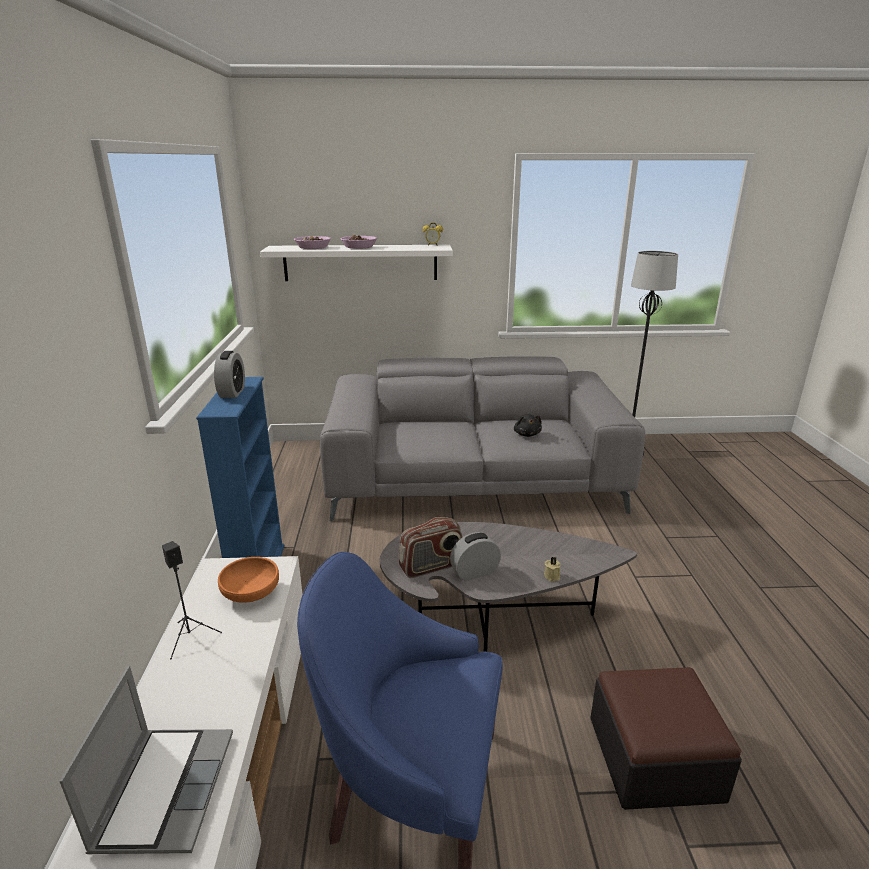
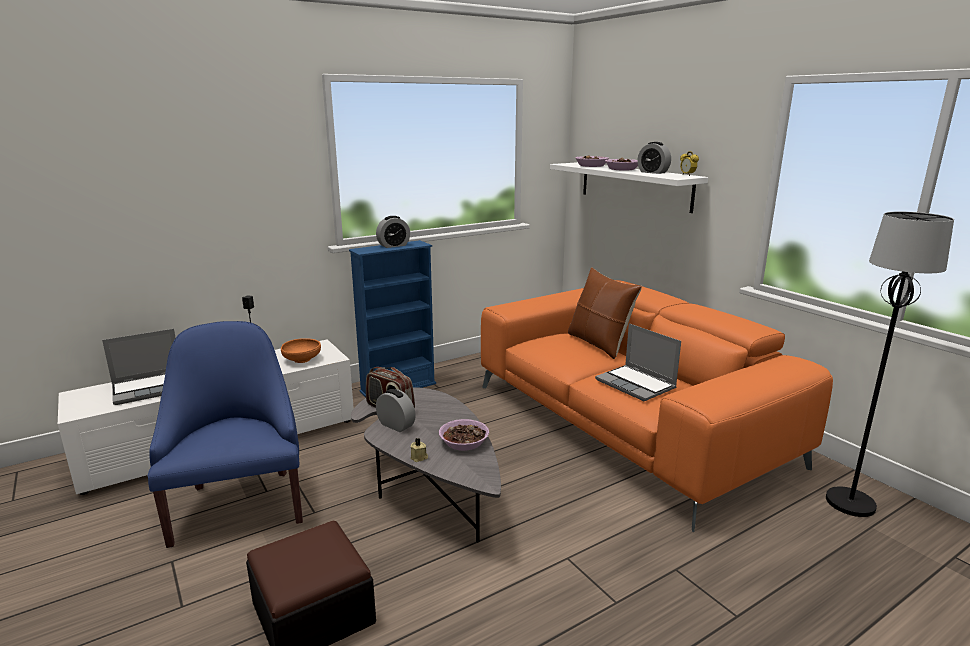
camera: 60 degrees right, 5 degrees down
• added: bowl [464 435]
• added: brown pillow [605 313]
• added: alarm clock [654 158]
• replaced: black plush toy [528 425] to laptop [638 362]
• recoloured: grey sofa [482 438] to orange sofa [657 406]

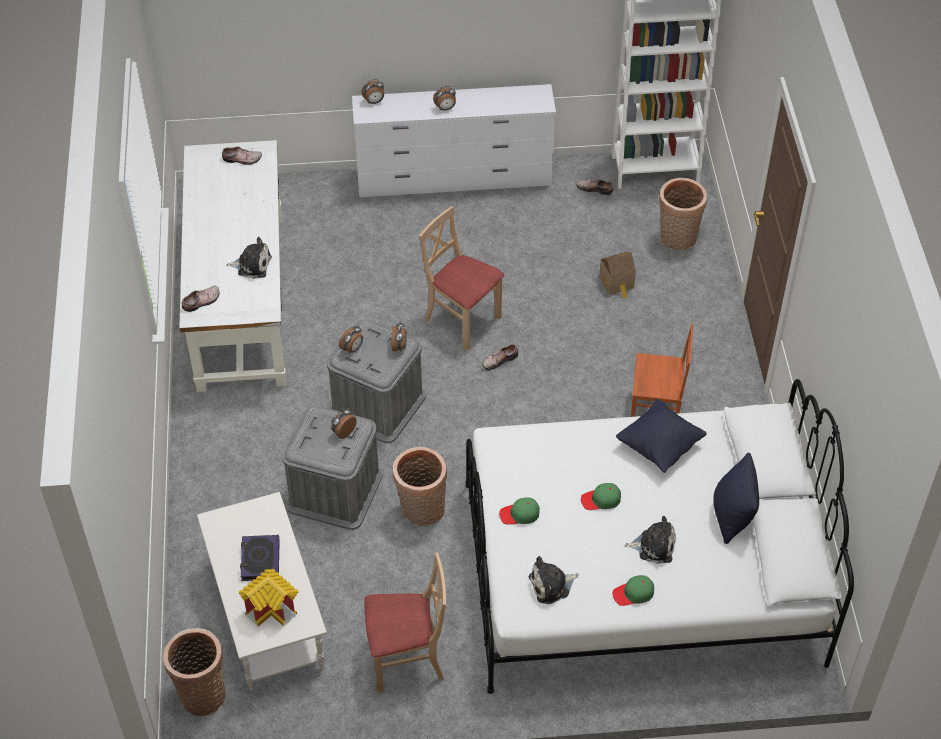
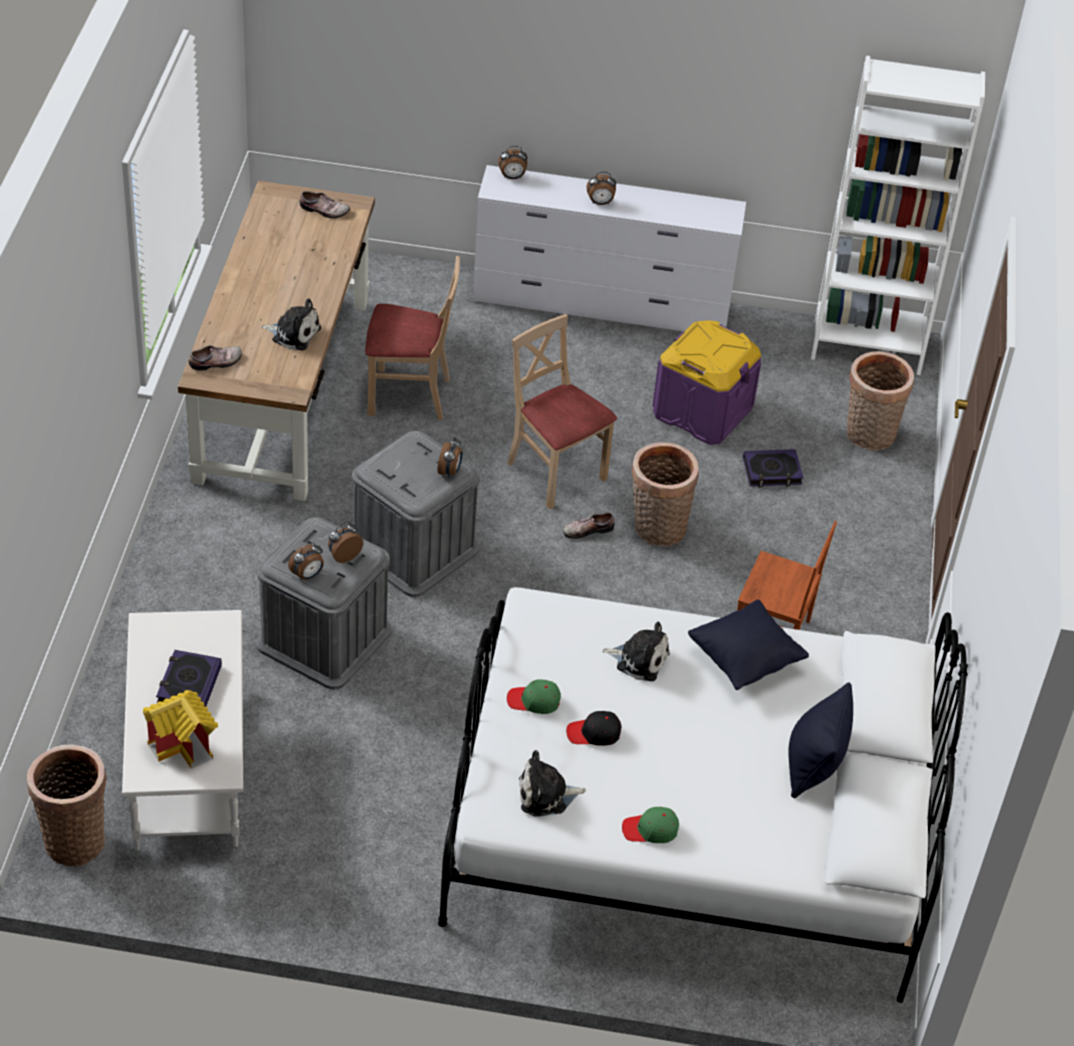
camera: 10 degrees right, 5 degrees down
• removed: shoe [595 187]
• removed: green cap [601 496]
• added: black cap [593 728]
• added: purple storage box [707 382]
• moved: alarm clock [351 339] to [306 561]
• moved: beige chair [405 623] to [412 338]
• moved: basket [420 486] to [665 494]
• moved: plush toy [650 540] to [636 651]
• replaced: toy house [617 275] to book [773 468]
• recoloured: white desk [232 266] to brown desk [276 341]

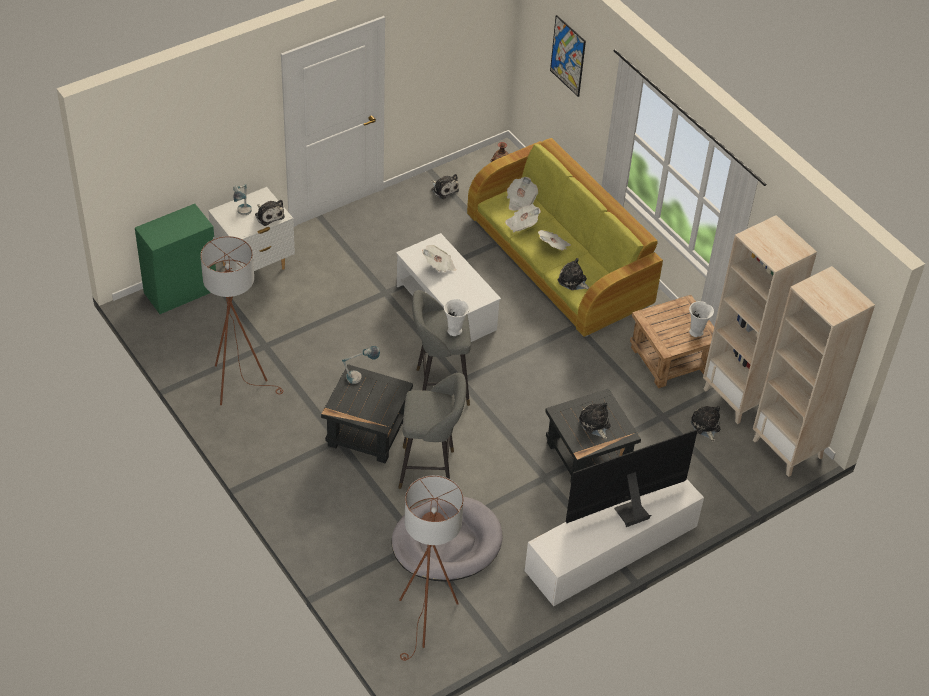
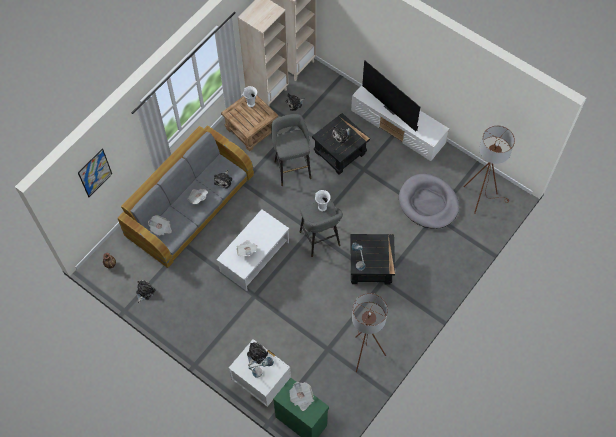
camera: 105 degrees left, 15 degrees up
• moved: grey stool [432 431] to [291 150]
• moved: newspaper [523 218] to [301 396]
• recoloured: green sofa [565 237] to grey sofa [186 196]

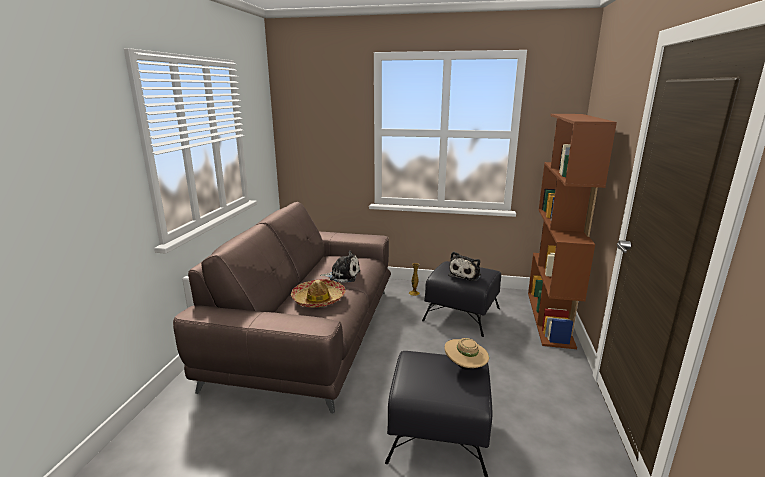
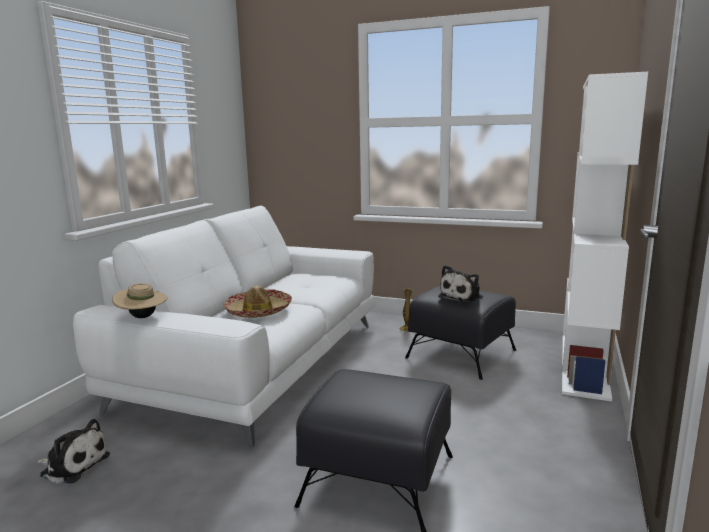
camera: 10 degrees right, 5 degrees down
• moved: plush toy [340 267] to [73 451]
• moved: beige hat [467 354] to [139 300]
• recoloured: brown sofa [282 308] to white sofa [225 326]
• recoloured: brown bookcase [572 231] to white bookcase [605 236]

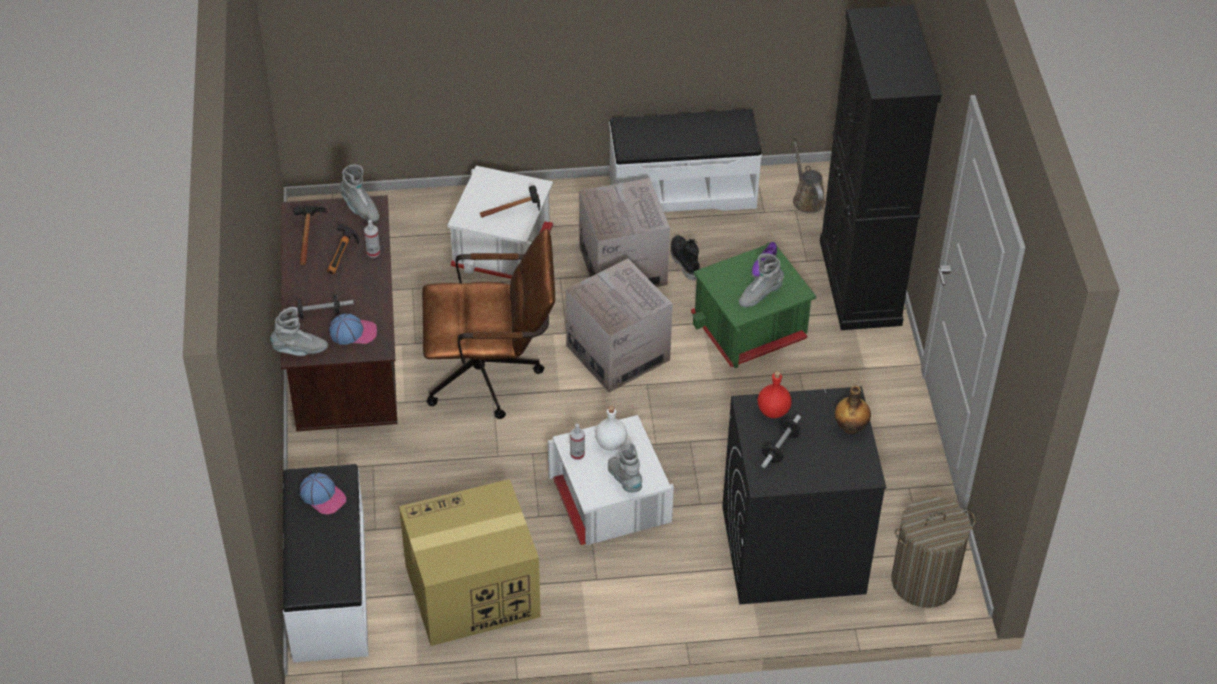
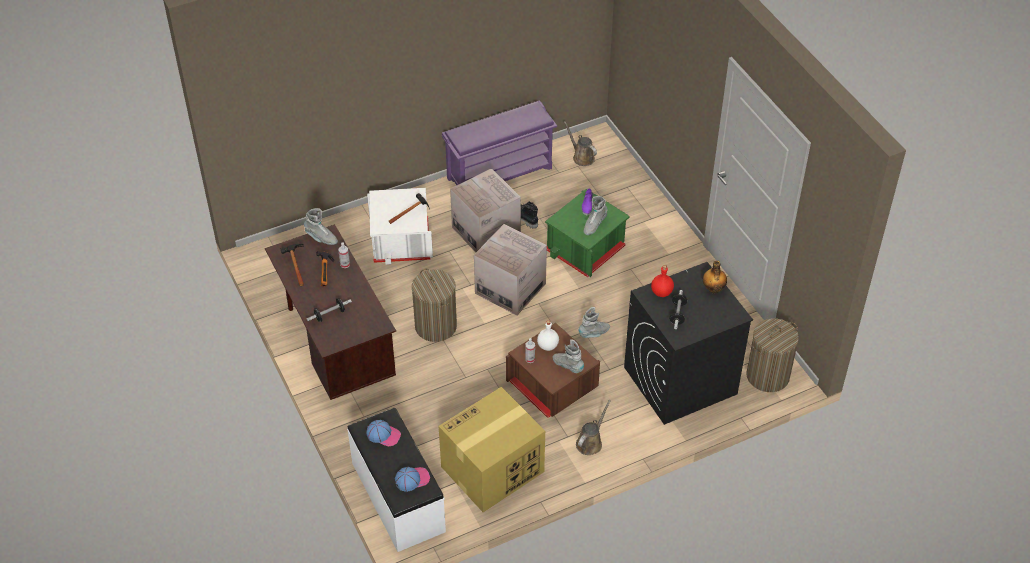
camera: 20 degrees left, 0 degrees up
• removed: black cabinet [881 167]
• added: brown watering can [593 427]
• moved: grey boot [299 331] to [594 322]
• moved: cap [353 329] to [412 479]
• replaced: brown office chair [488 324] to laundry basket [434 305]
• replaced: white bench [685 160] to purple shoe rack [499 142]
• recoloured: white storage box [611 480] to brown storage box [553 370]

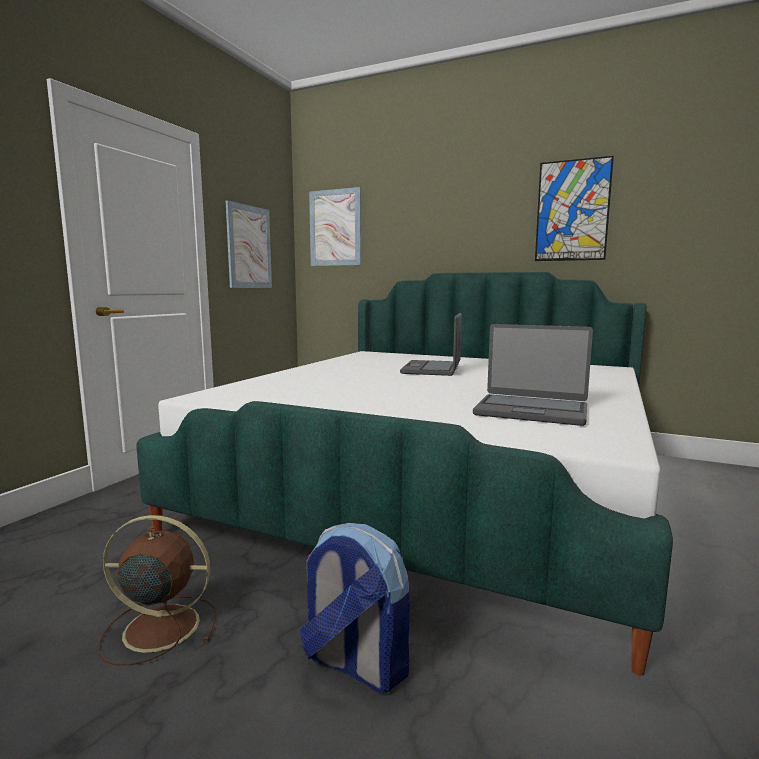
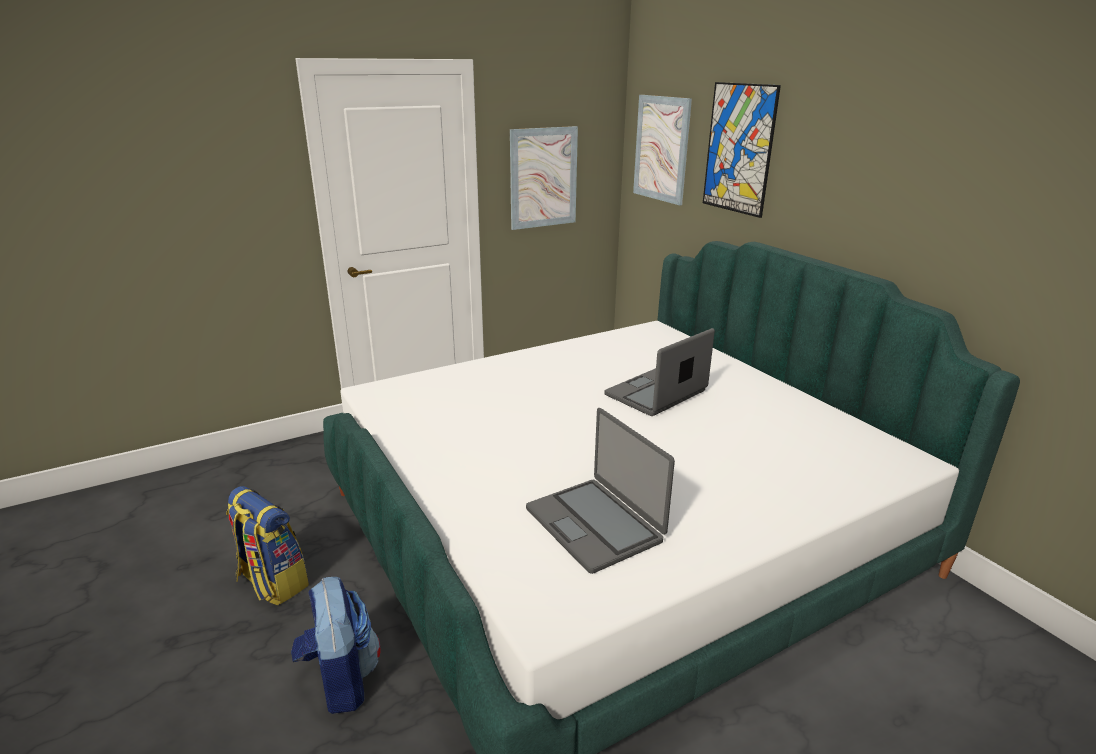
camera: 35 degrees right, 15 degrees up
• moved: picture [574 208] to [742 150]
• replaced: brown fan [157 590] to backpack [267 545]

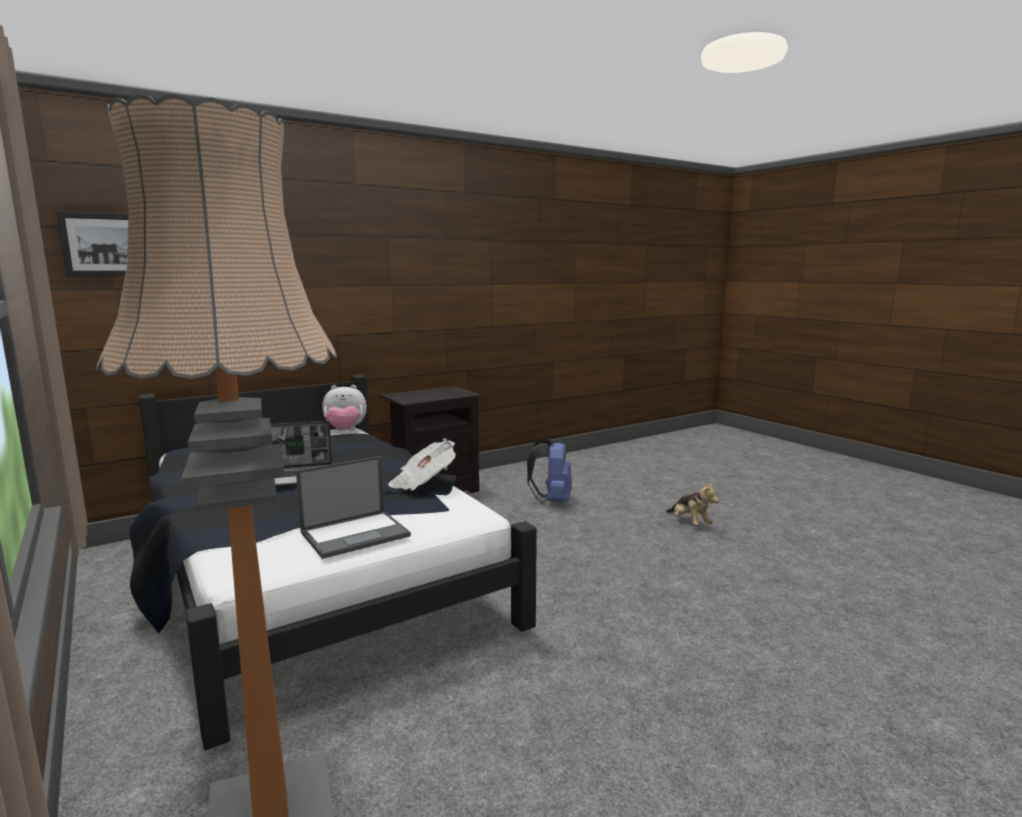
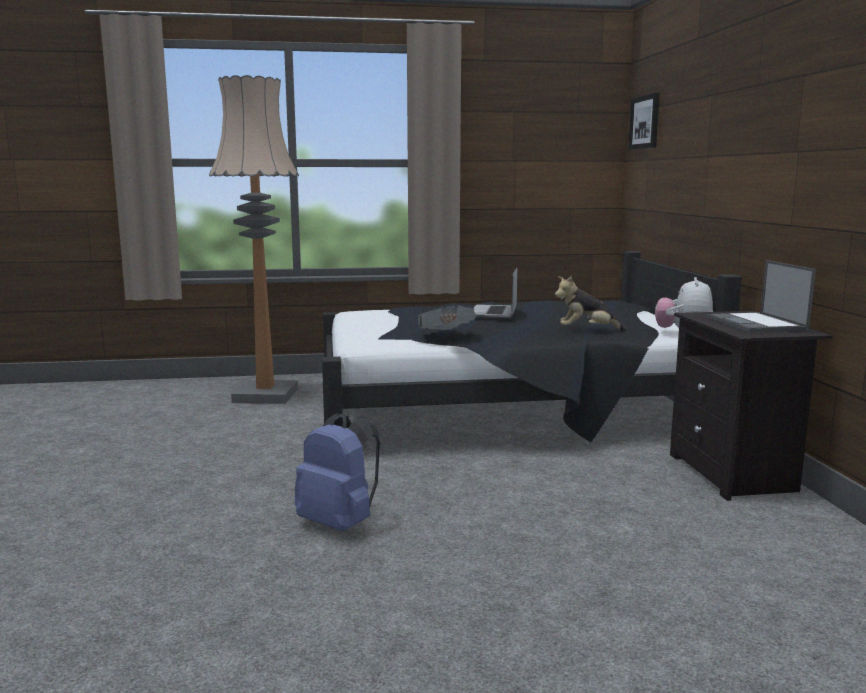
camera: 115 degrees right, 0 degrees up
• moved: laptop [353 507] to [761 296]
• moved: blue backpack [549 470] to [337 472]
• moved: plush toy [692 503] to [590 303]

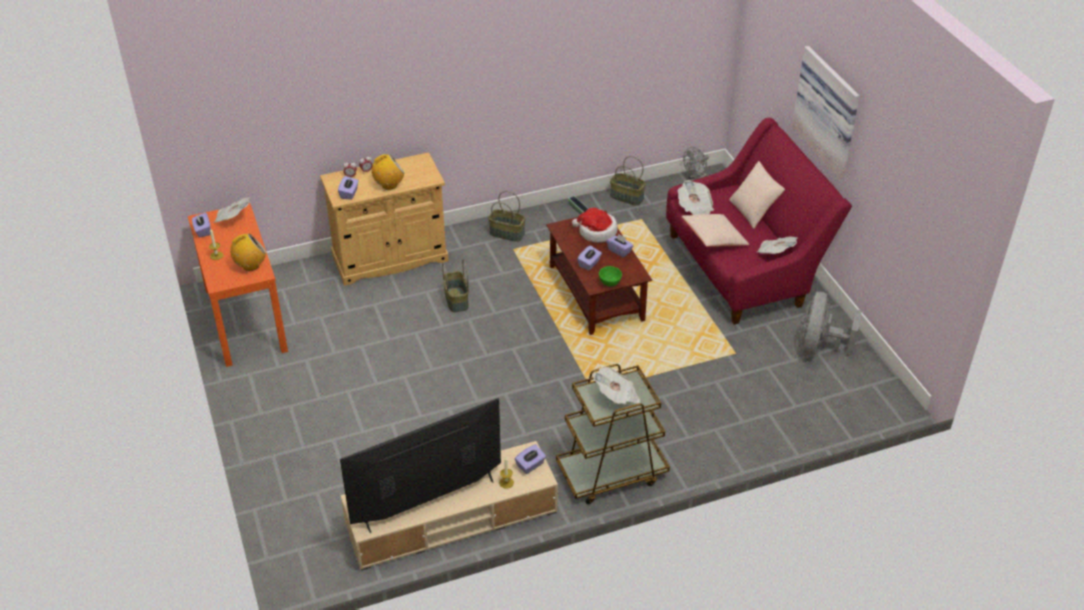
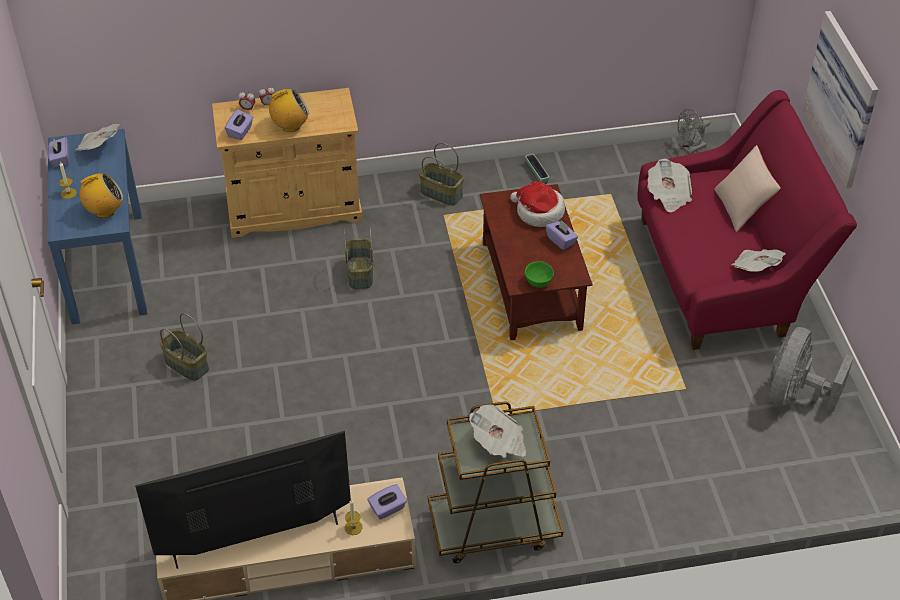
camera: 10 degrees right, 5 degrees up
• removed: purple tissue box [589 257]
• removed: beige pillow [715 230]
• moved: basket [628 181] to [184 347]
• recoloured: orange console table [238 285] to blue console table [97 227]

